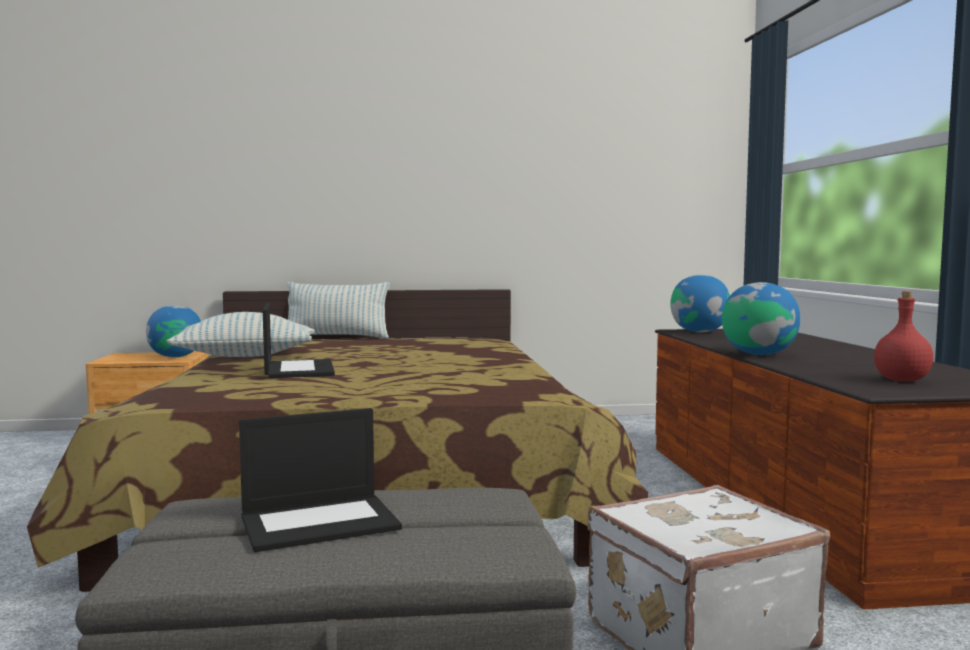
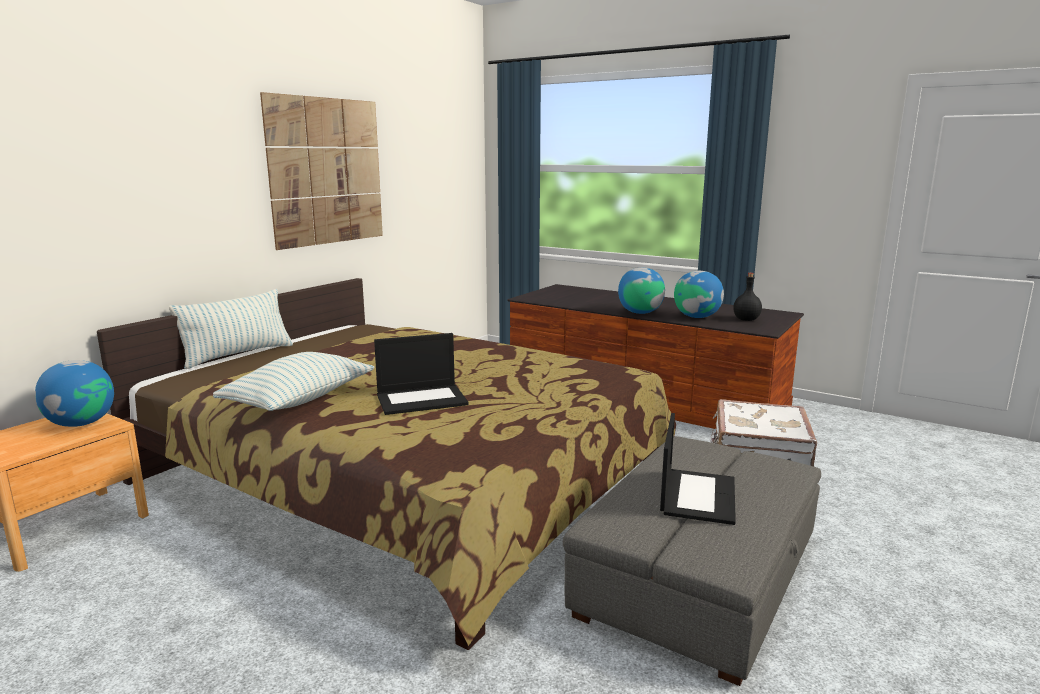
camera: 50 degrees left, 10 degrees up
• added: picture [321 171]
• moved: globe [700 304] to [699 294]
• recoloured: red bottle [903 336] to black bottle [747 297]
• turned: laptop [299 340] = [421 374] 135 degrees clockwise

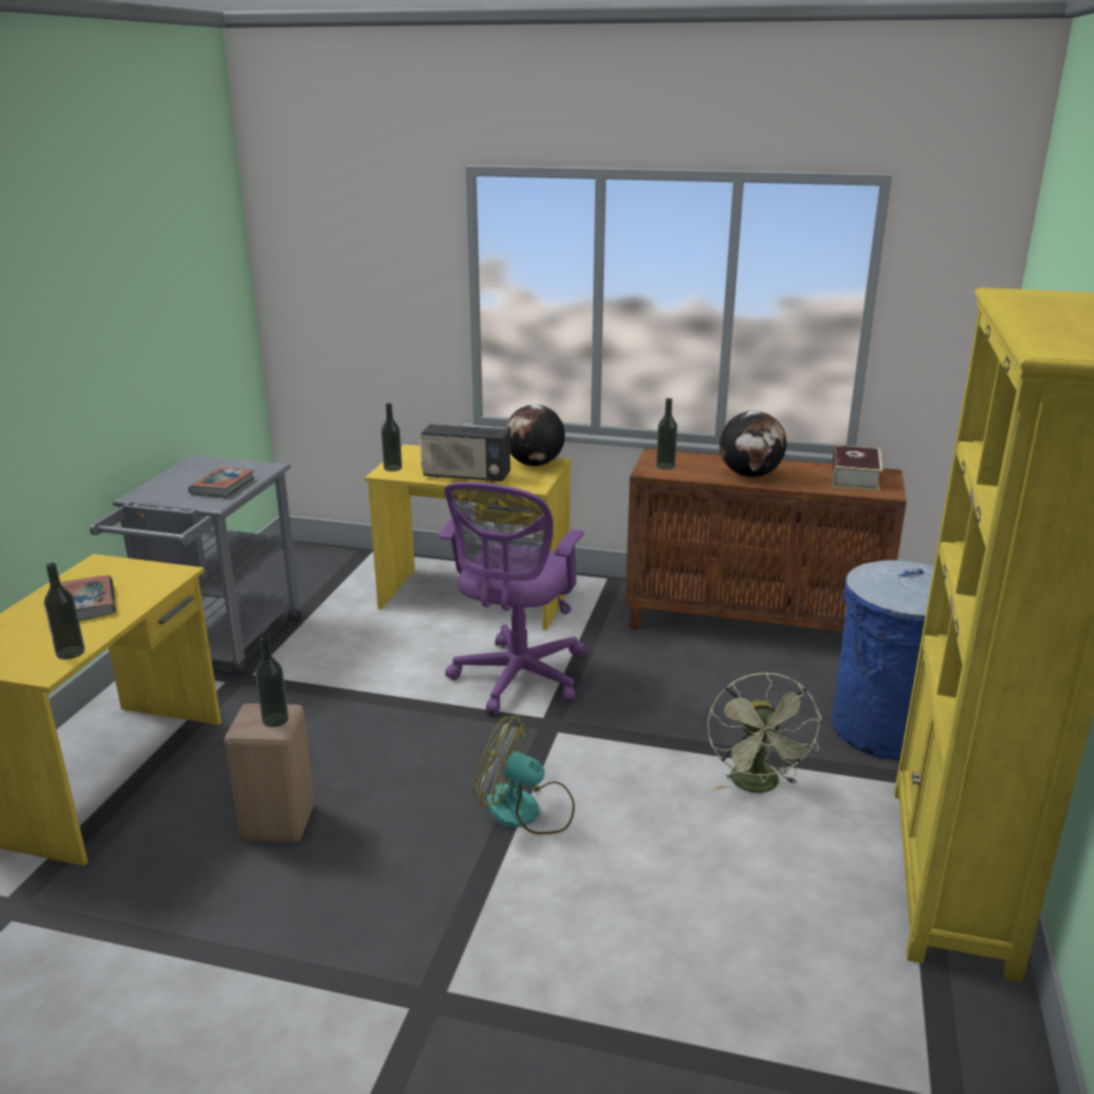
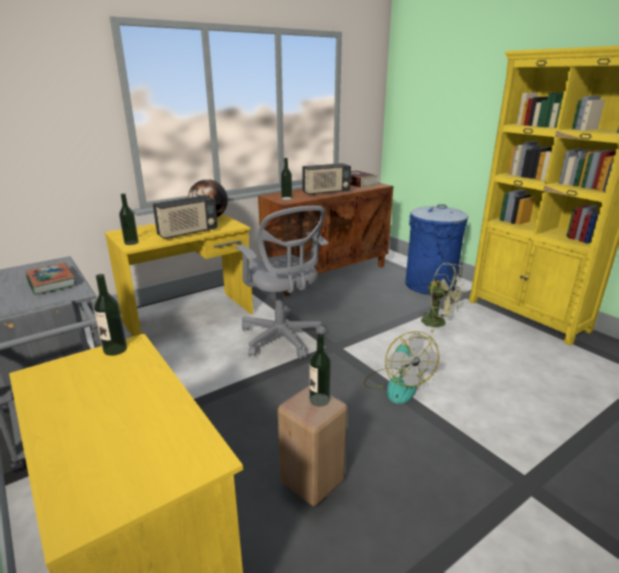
camera: 50 degrees left, 0 degrees up
• removed: book [88 598]
• moved: bottle [64 611] to [110 315]
• replaced: globe [753 444] to radio [326 179]
• recoloured: purple office chair [512 598] to grey office chair [282 282]
• turned: fan [524 774] = [401 367] 75 degrees counterclockwise

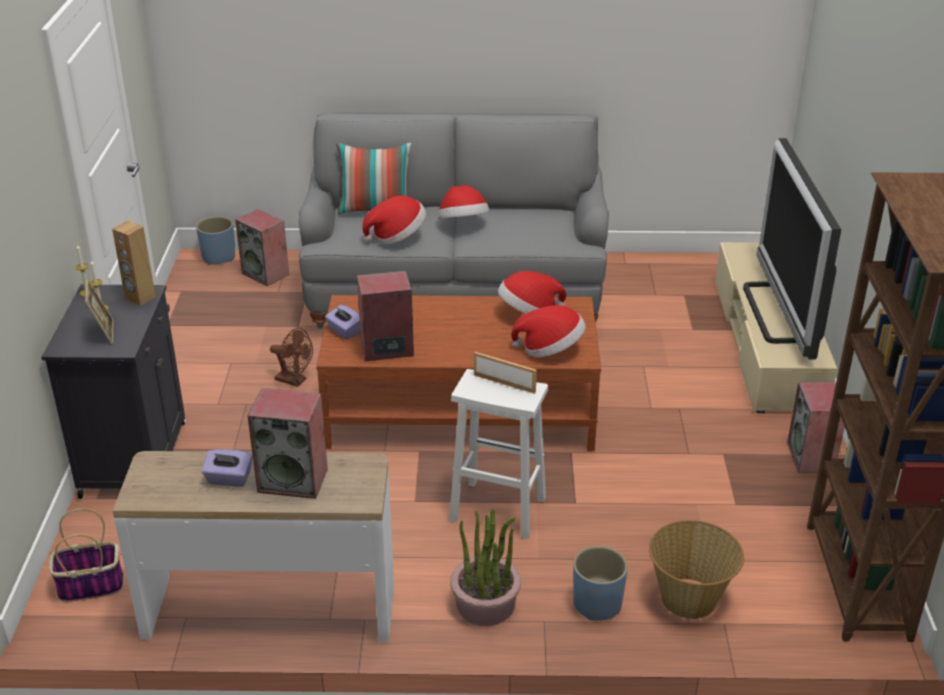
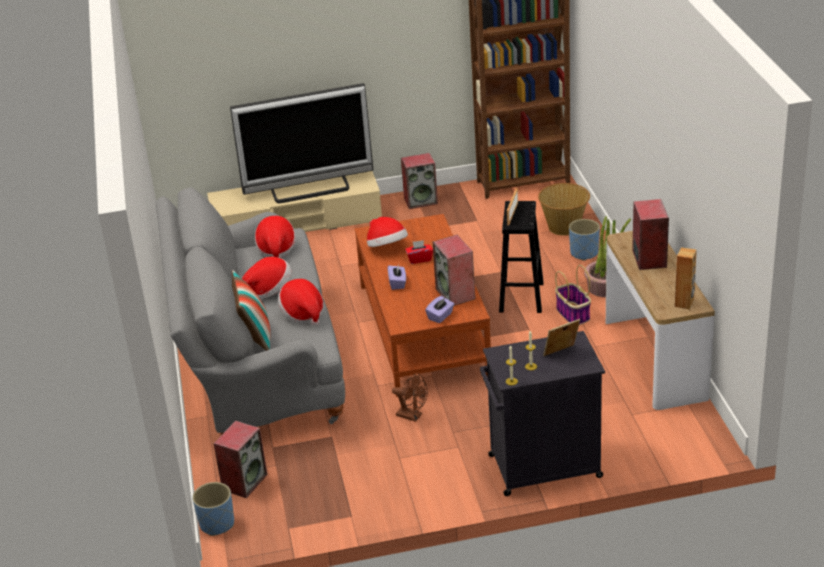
camera: 100 degrees left, 0 degrees up
• added: red tissue box [419 252]
• moved: basket [86 555] to [573 295]
• moved: brown speaker [134 263] to [686 278]
• moved: purple tissue box [227 468] to [397 277]
• moved: hat [548 331] to [275 237]
• recoloured: white stool [498 454] to black stool [521 257]
• turned: brown fan [291 357] = [410 397] 105 degrees clockwise

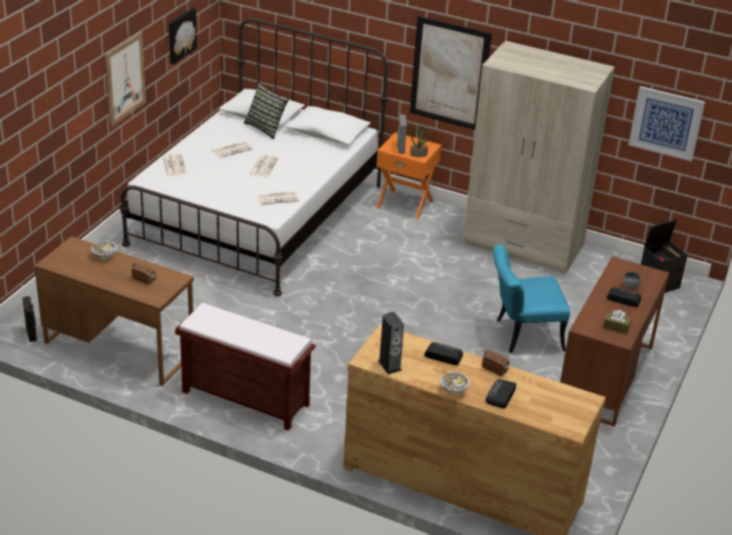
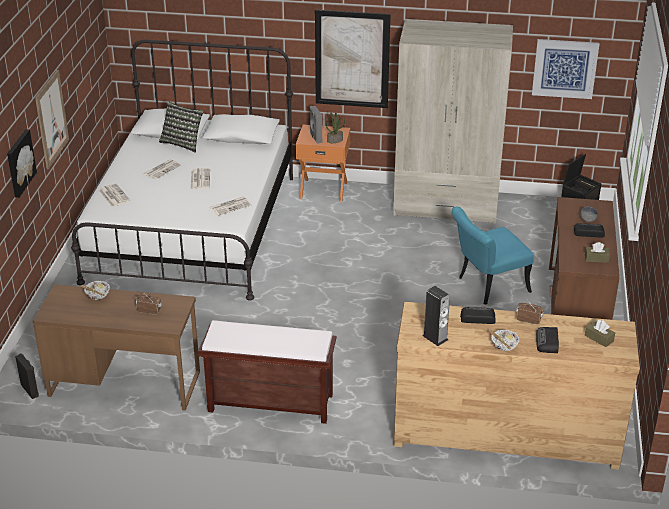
camera: 15 degrees left, 0 degrees up
• added: brown tissue box [600 333]
• moved: picture [183 36] to [22 163]

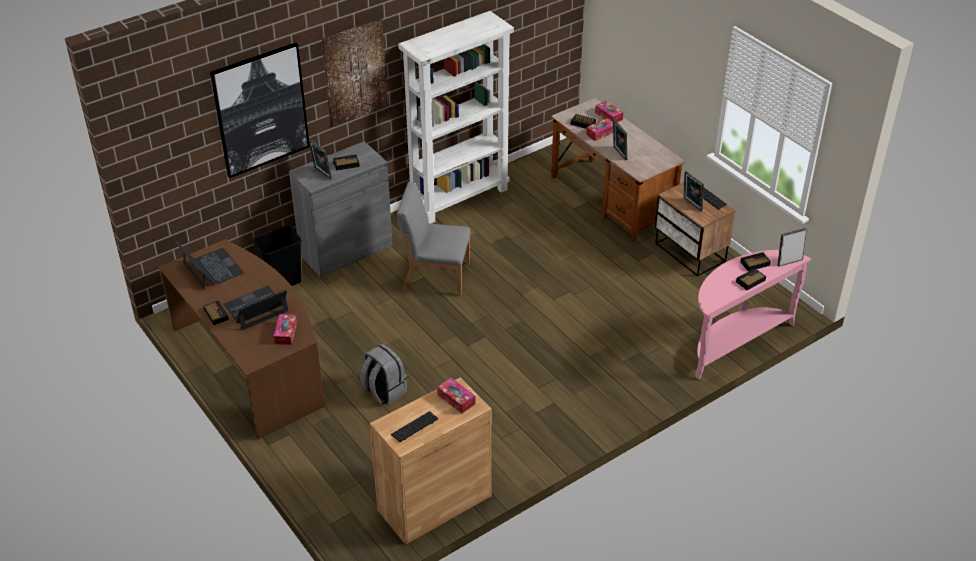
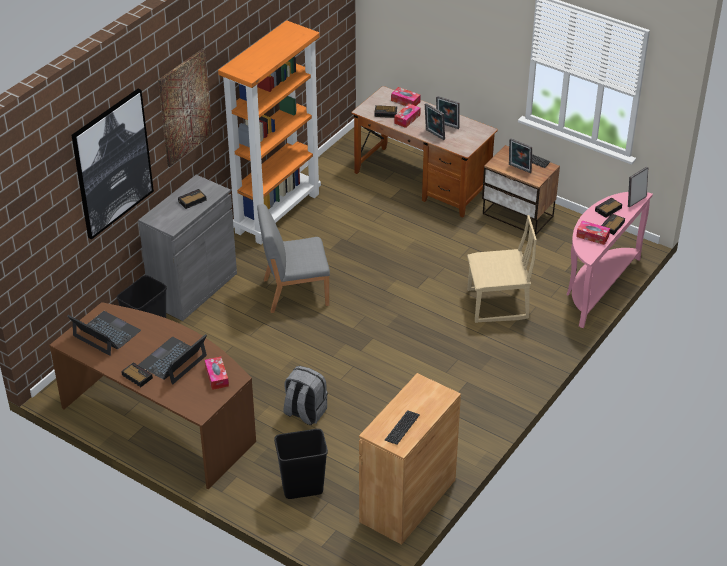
camera: 20 degrees left, 0 degrees up
• added: black trash can [301 464]
• added: beige chair [502 269]
• moved: picture frame [320 159] to [447 112]
• moved: tissue box [456 395] to [593 233]
• recoloured: white bookcase [456 117] to orange bookcase [269 132]

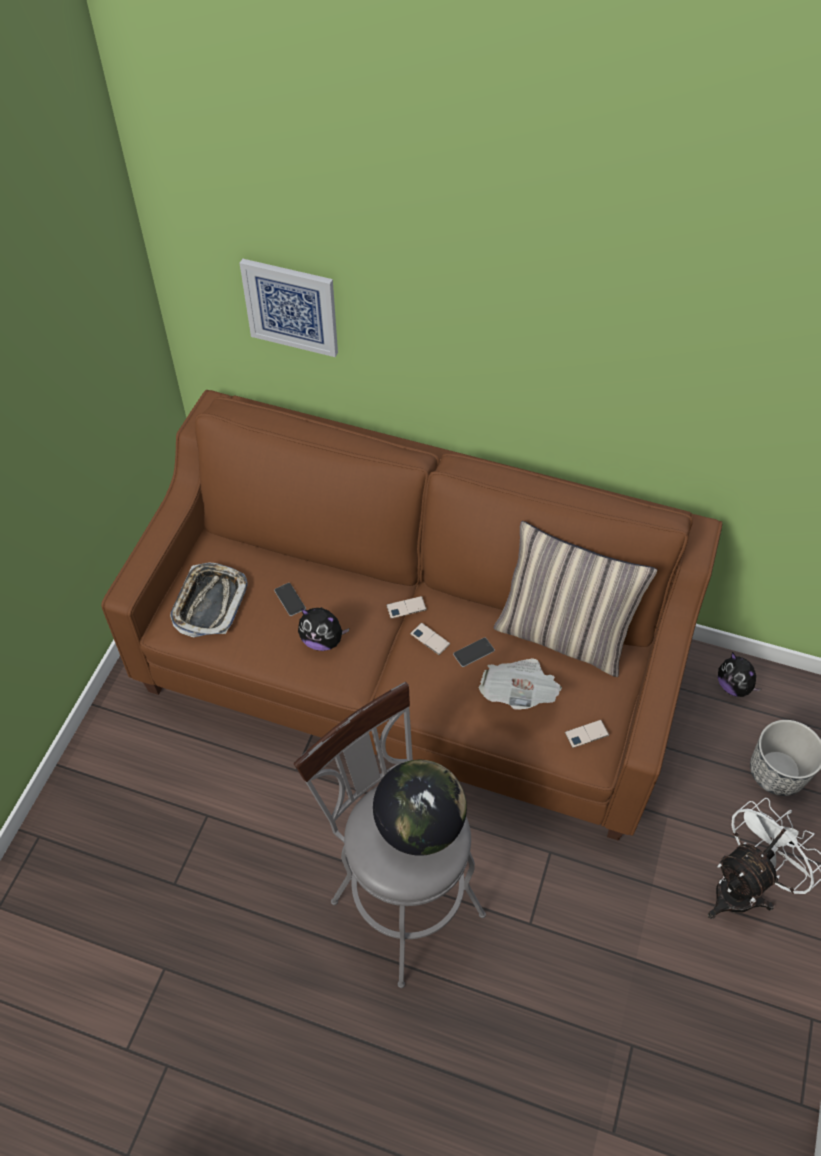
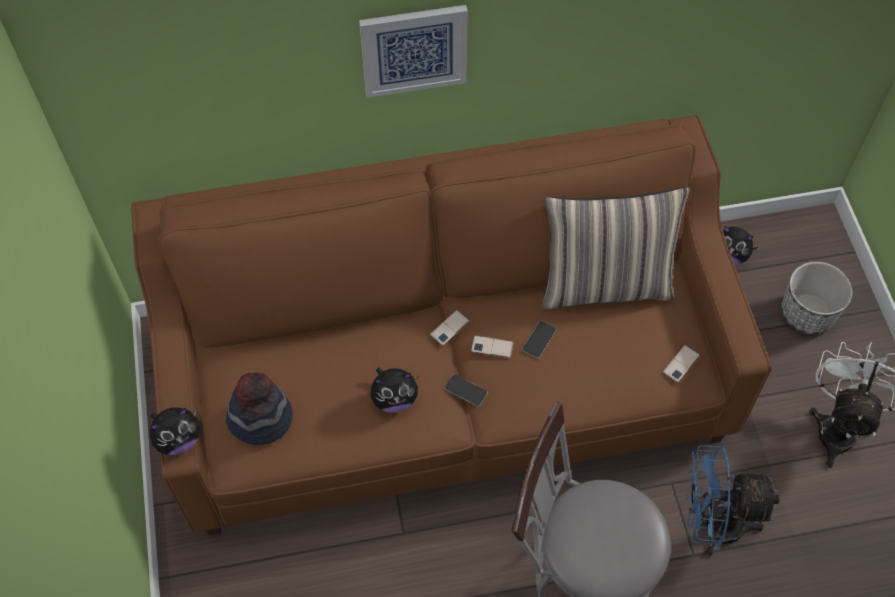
camera: 30 degrees left, 5 degrees up
• removed: globe [420 808]
• removed: newspaper [520 684]
• added: plush toy [174 431]
• added: blue fan [732 500]
• moved: picture [289 308] to [413 51]
• moved: phone [290 599] to [466 390]
• replaced: tray [209 600] to hat [259 409]

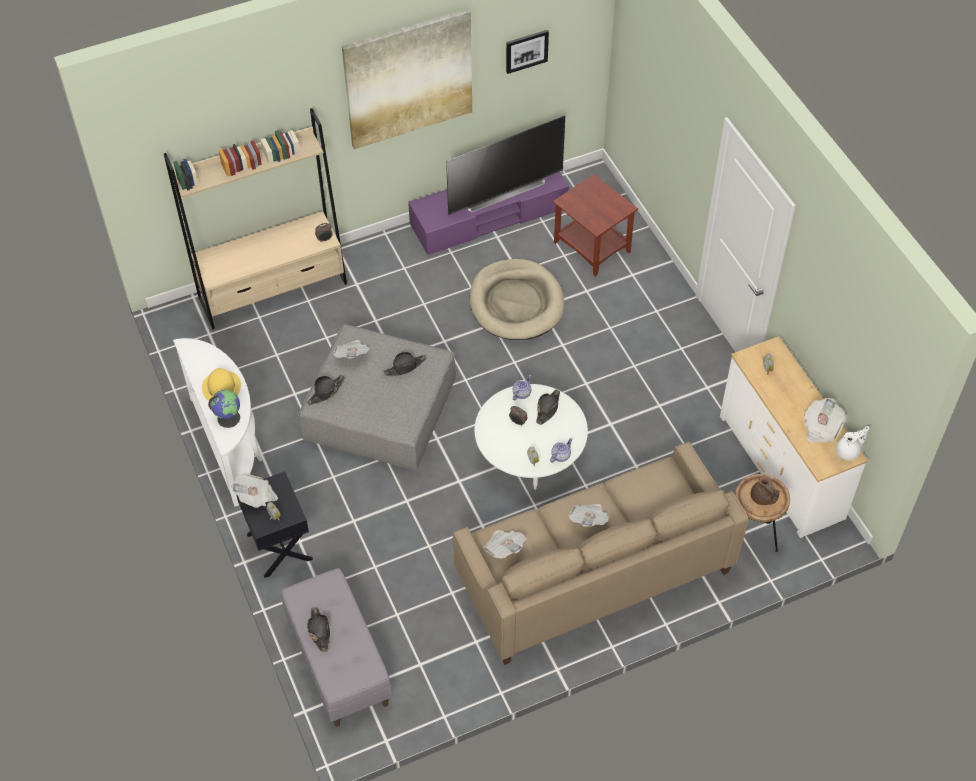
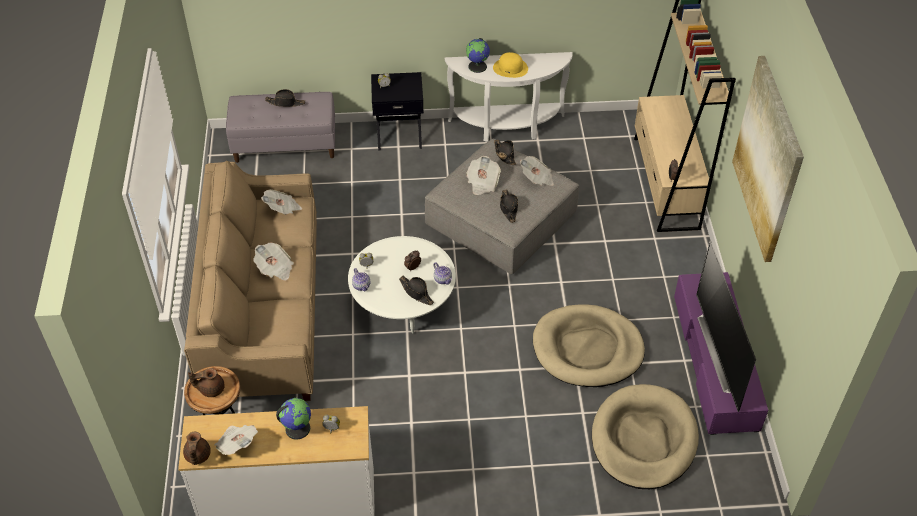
camera: 110 degrees right, 5 degrees down
• removed: picture [527 52]
• added: globe [293 419]
• moved: newspaper [254 490] to [483 175]
• replaced: brown side table [595 225] to beige dog bed [645 436]
• recoloured: white teapot [852 443] to brown teapot [197 448]

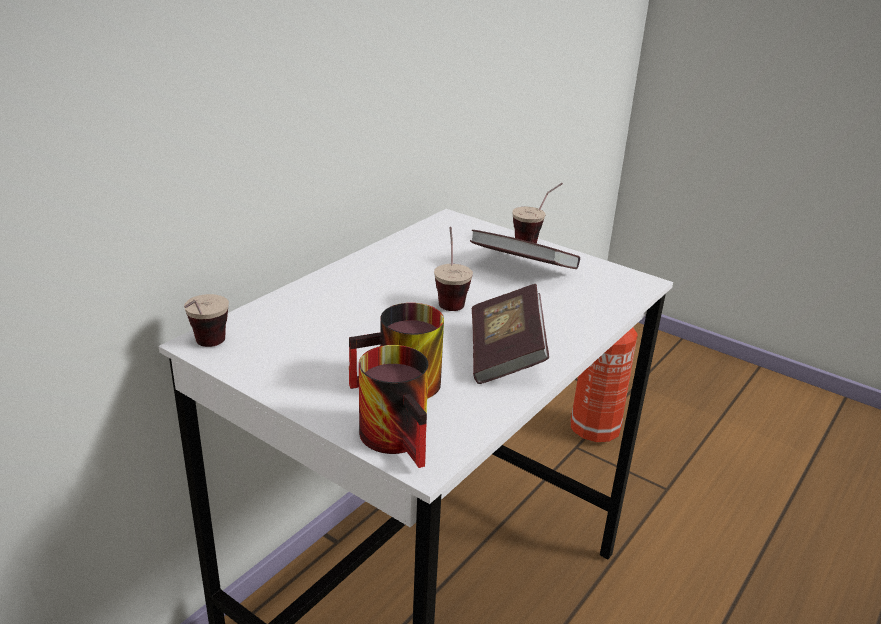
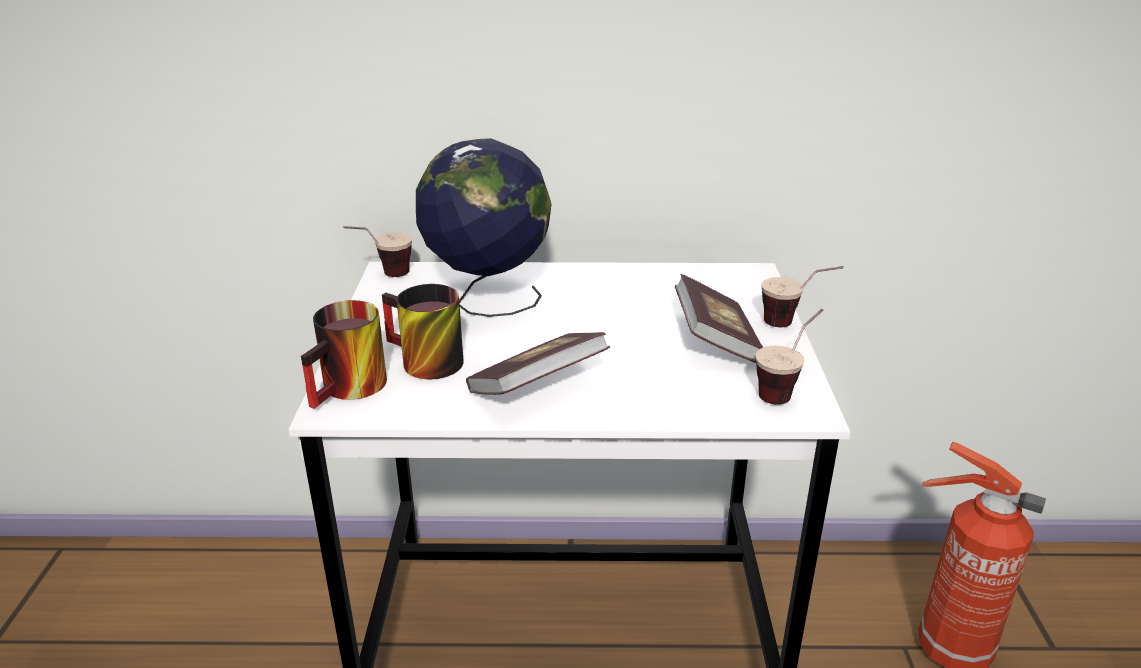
camera: 55 degrees right, 0 degrees up
• added: globe [484 227]
• moved: cup [453 269] to [789 357]

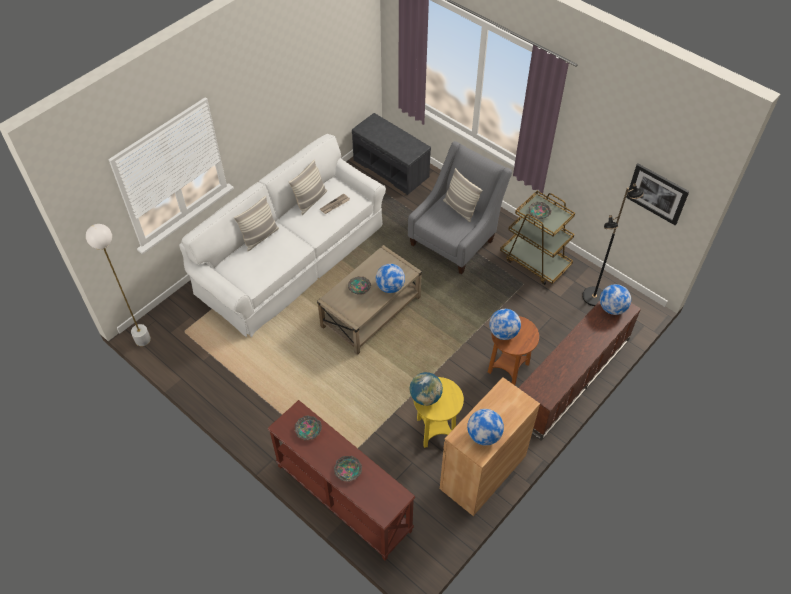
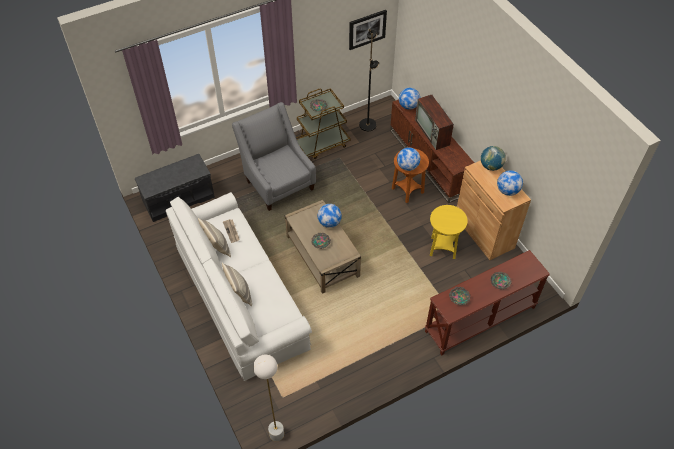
camera: 70 degrees left, 0 degrees up
• removed: pillow [463 195]
• added: television [434 122]
• moved: globe [426 389] to [493 158]

